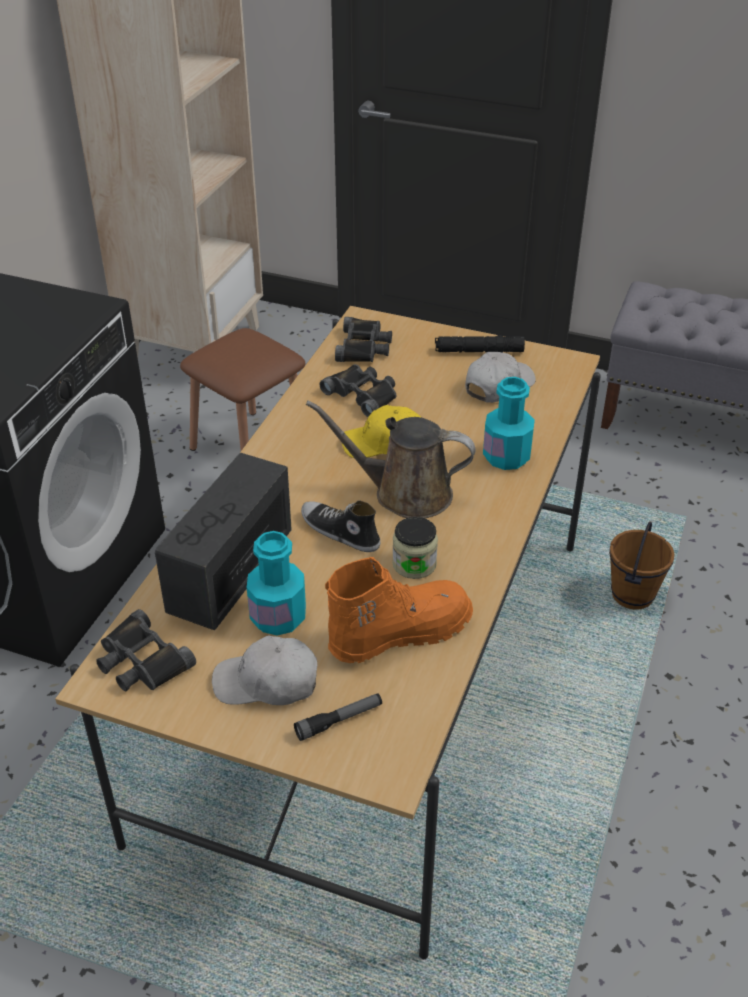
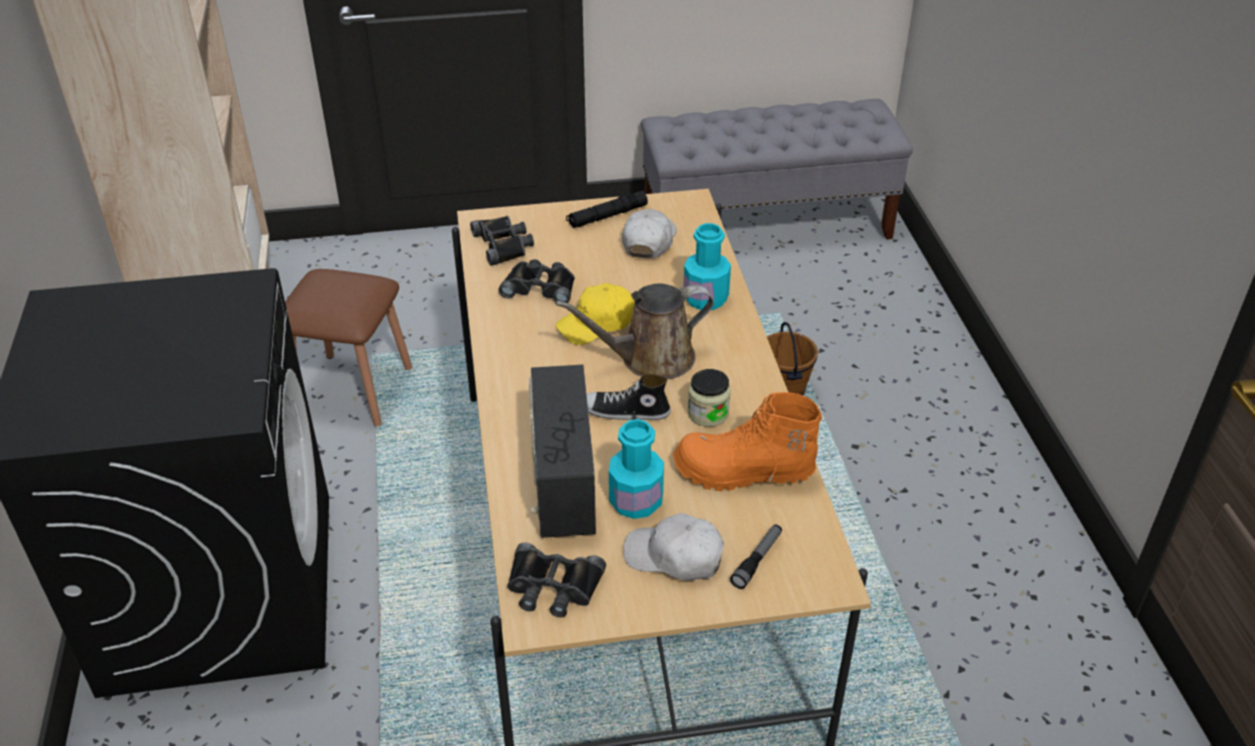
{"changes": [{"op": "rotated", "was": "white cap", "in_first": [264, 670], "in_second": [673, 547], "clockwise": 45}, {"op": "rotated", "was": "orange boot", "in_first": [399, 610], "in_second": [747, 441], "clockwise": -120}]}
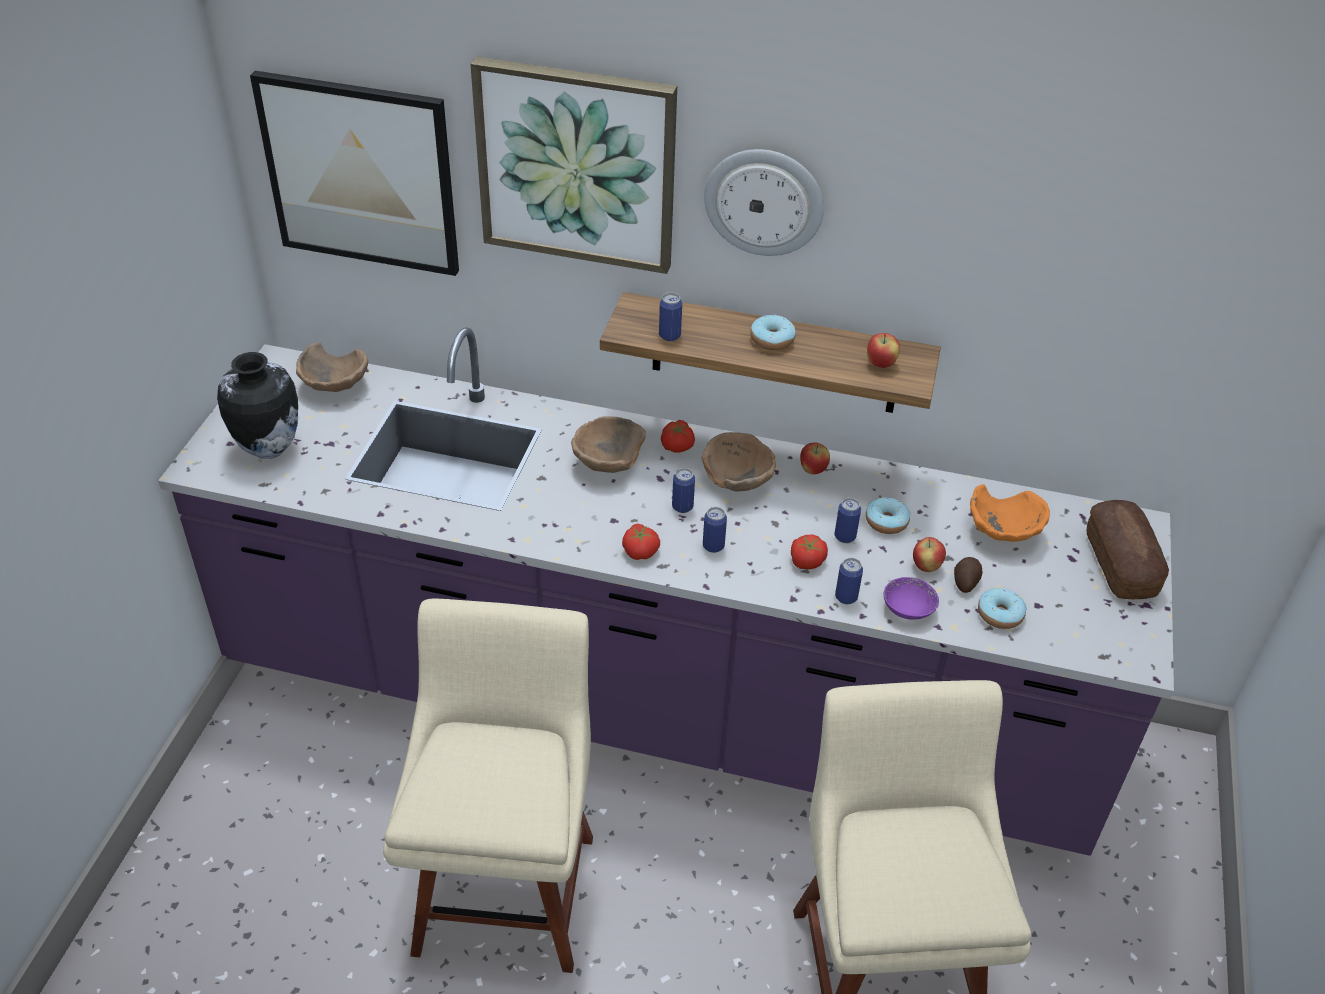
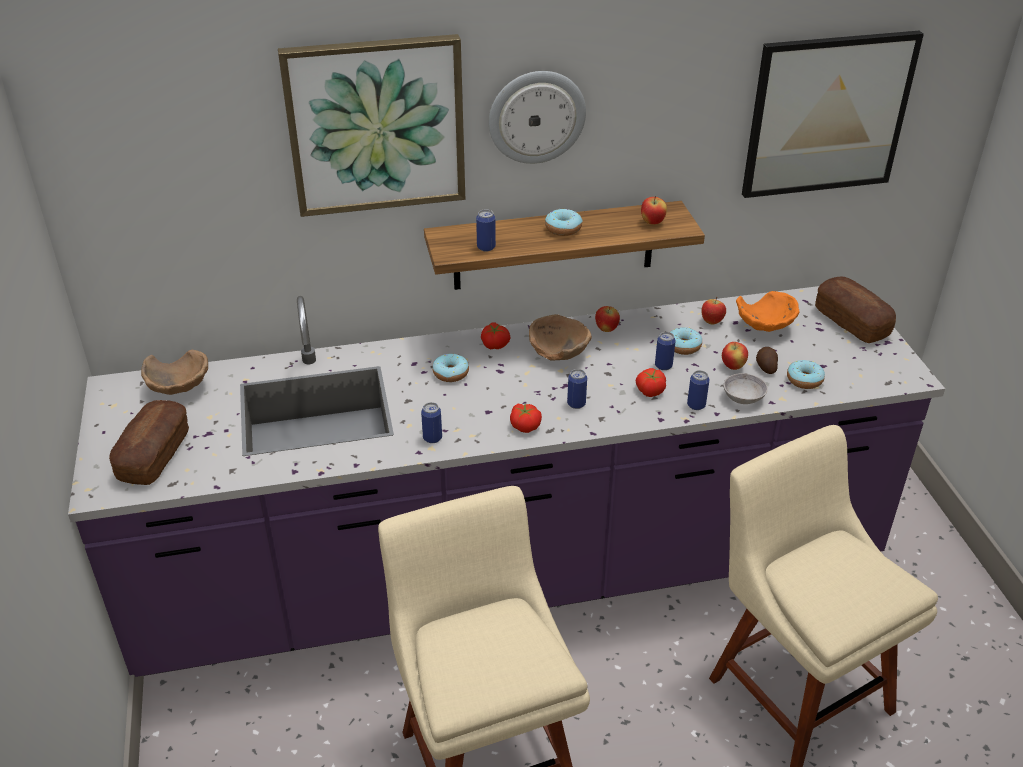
{"changes": [{"op": "swapped", "was": "vase", "now": "bread", "in_first": [257, 405], "in_second": [149, 442]}, {"op": "shifted", "was": "picture", "in_first": [354, 173], "in_second": [833, 114]}, {"op": "swapped", "was": "brown bowl", "now": "donut", "in_first": [608, 444], "in_second": [451, 368]}, {"op": "shifted", "was": "can", "in_first": [683, 490], "in_second": [431, 422]}, {"op": "repainted", "was": "purple bowl", "now": "grey bowl", "in_first": [911, 598], "in_second": [746, 388]}, {"op": "new", "now": "apple", "in_second": [713, 310]}]}
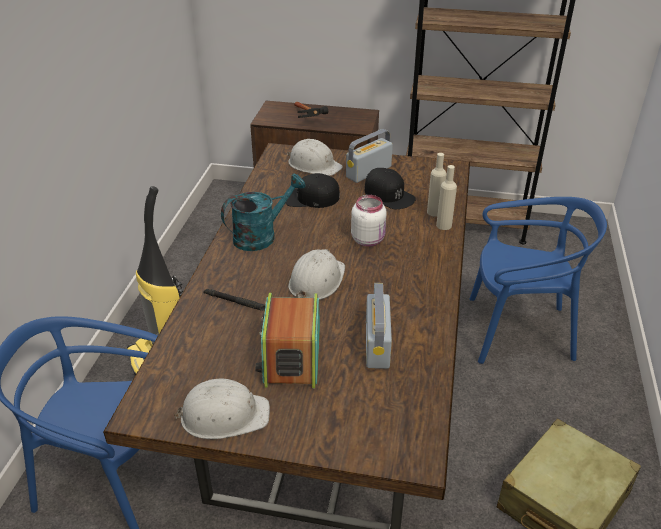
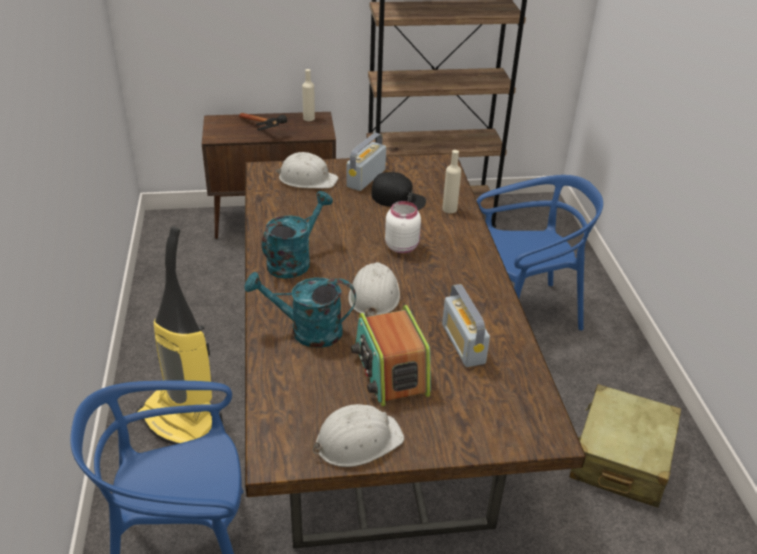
{"changes": [{"op": "swapped", "was": "black flashlight", "now": "turquoise watering can", "in_first": [234, 300], "in_second": [300, 310]}, {"op": "gone", "was": "black cap", "in_first": [312, 190]}, {"op": "shifted", "was": "beige bottle", "in_first": [446, 197], "in_second": [308, 95]}]}
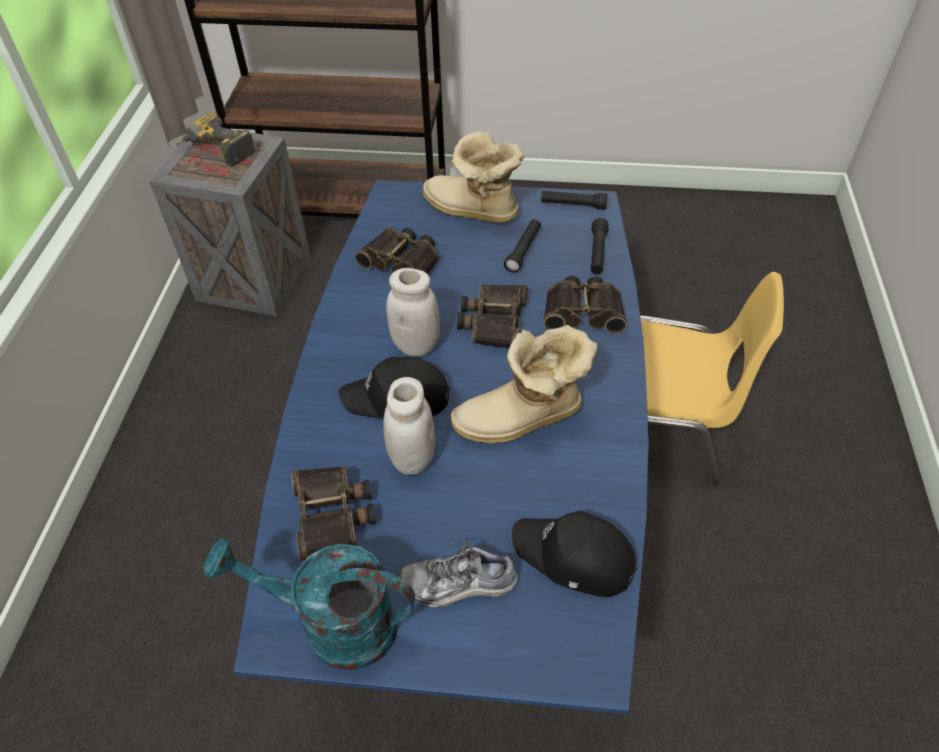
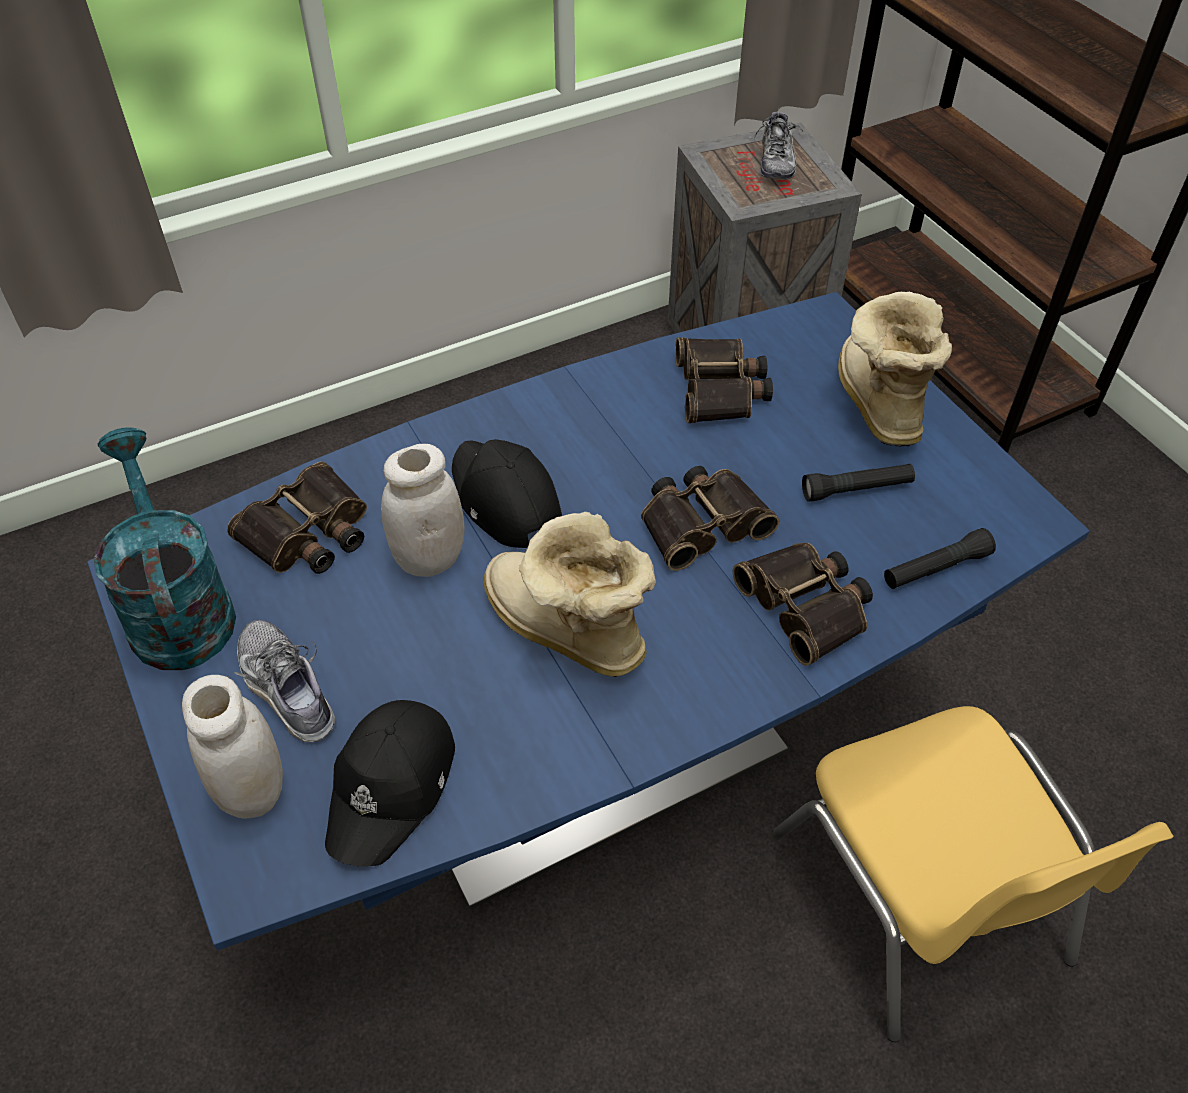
{"changes": [{"op": "swapped", "was": "power drill", "now": "shoe", "in_first": [215, 139], "in_second": [779, 144]}, {"op": "shifted", "was": "white jar", "in_first": [413, 312], "in_second": [232, 747]}, {"op": "rotated", "was": "black cap", "in_first": [575, 554], "in_second": [390, 783], "clockwise": -150}, {"op": "gone", "was": "black flashlight", "in_first": [574, 200]}]}
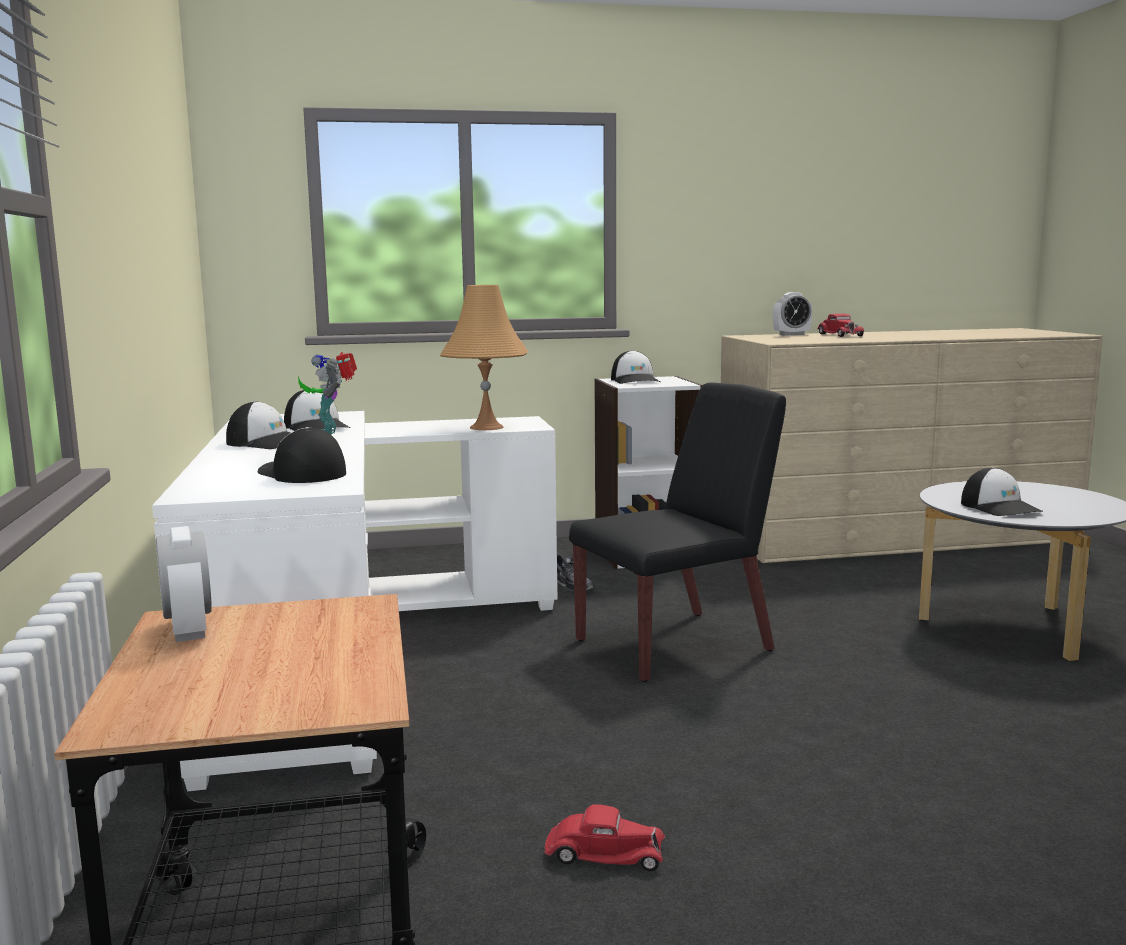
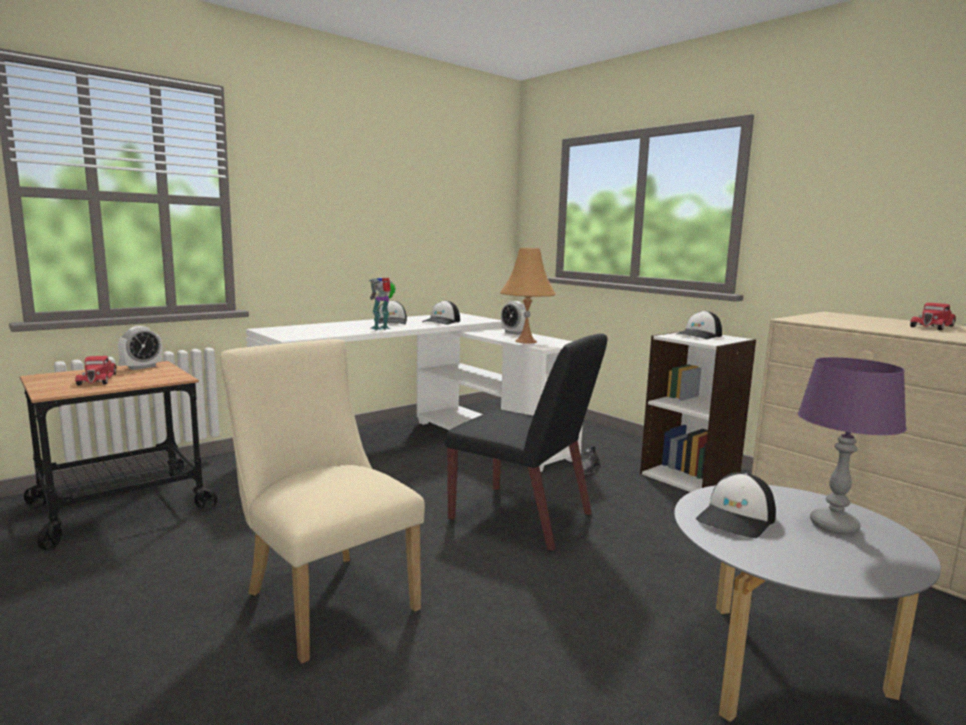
{"changes": [{"op": "gone", "was": "cap", "in_first": [302, 455]}, {"op": "shifted", "was": "red toy car", "in_first": [604, 837], "in_second": [96, 371]}, {"op": "shifted", "was": "alarm clock", "in_first": [792, 314], "in_second": [513, 318]}, {"op": "new", "now": "beige chair", "in_second": [322, 501]}, {"op": "new", "now": "purple table lamp", "in_second": [852, 446]}]}
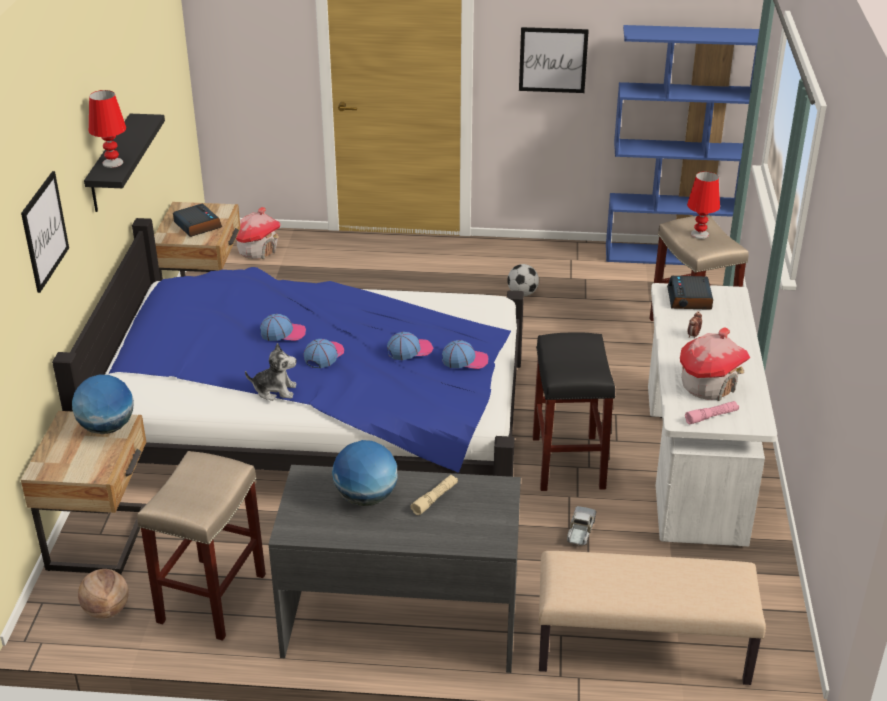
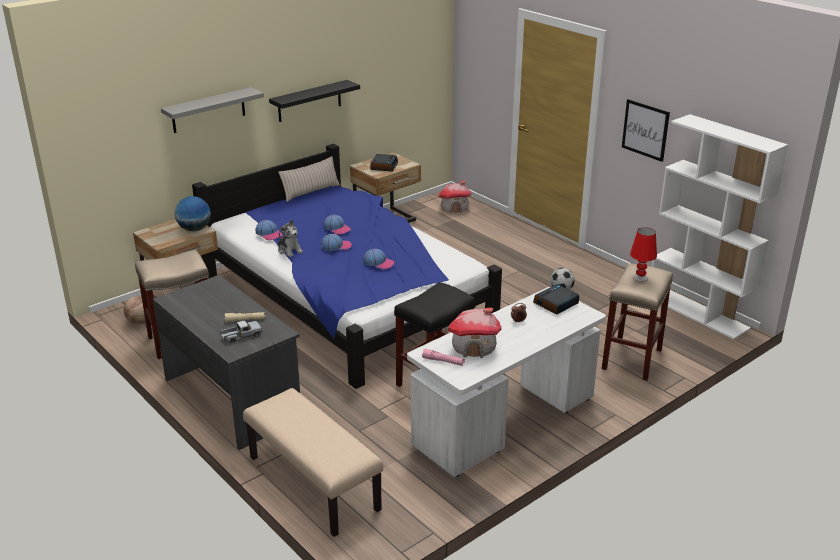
{"changes": [{"op": "swapped", "was": "picture", "now": "grey shelf", "in_first": [45, 232], "in_second": [212, 110]}, {"op": "gone", "was": "red table lamp", "in_first": [107, 129]}, {"op": "gone", "was": "globe", "in_first": [365, 473]}, {"op": "shifted", "was": "cap", "in_first": [465, 354], "in_second": [269, 230]}, {"op": "shifted", "was": "toy truck", "in_first": [581, 525], "in_second": [241, 332]}, {"op": "repainted", "was": "blue bookcase", "now": "white bookcase", "in_first": [682, 145], "in_second": [720, 226]}, {"op": "new", "now": "beige pillow", "in_second": [309, 179]}]}
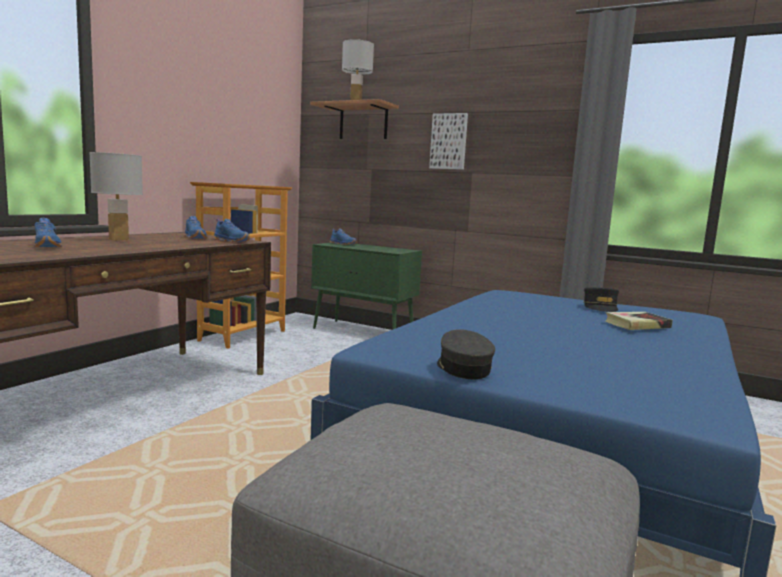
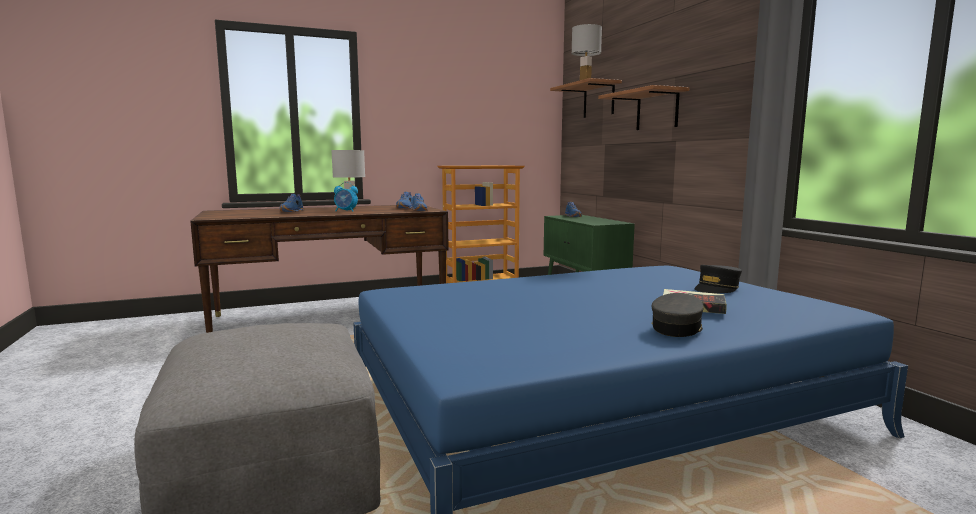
{"changes": [{"op": "swapped", "was": "picture", "now": "shelf", "in_first": [448, 141], "in_second": [643, 107]}, {"op": "shifted", "was": "grey cap", "in_first": [466, 354], "in_second": [678, 315]}, {"op": "new", "now": "alarm clock", "in_second": [346, 196]}]}
